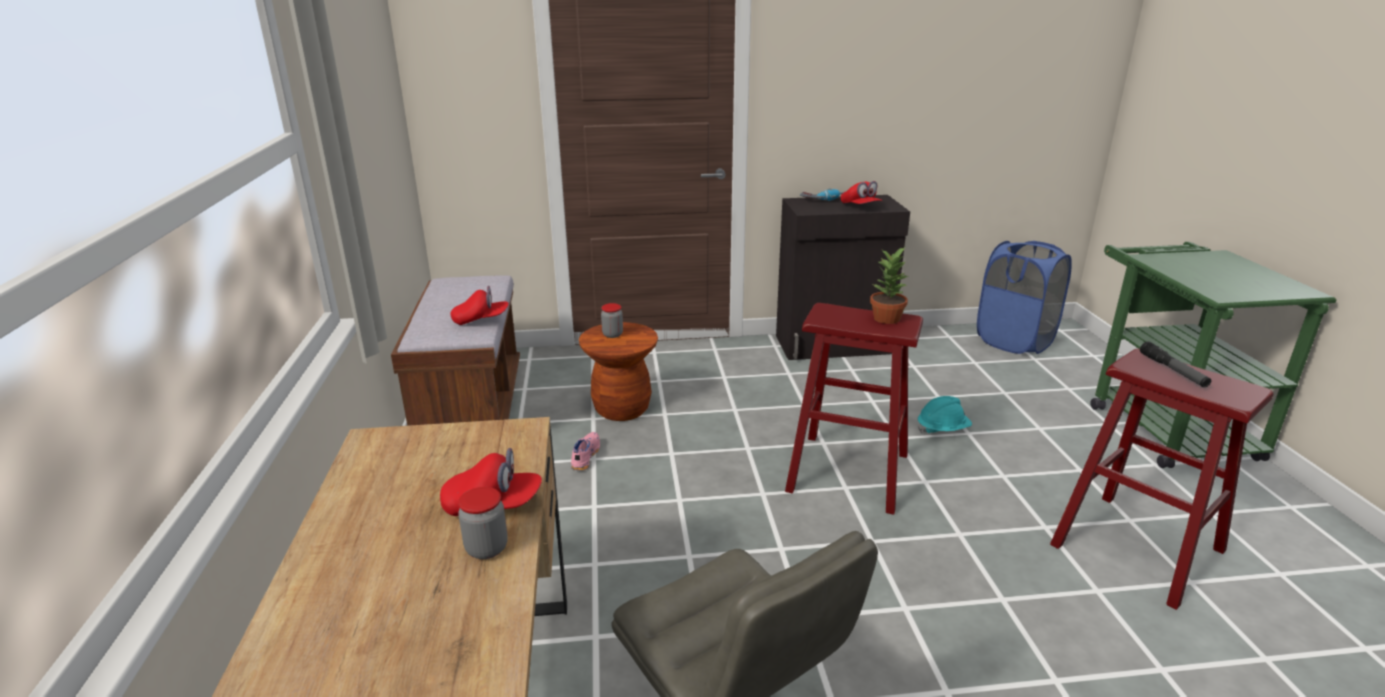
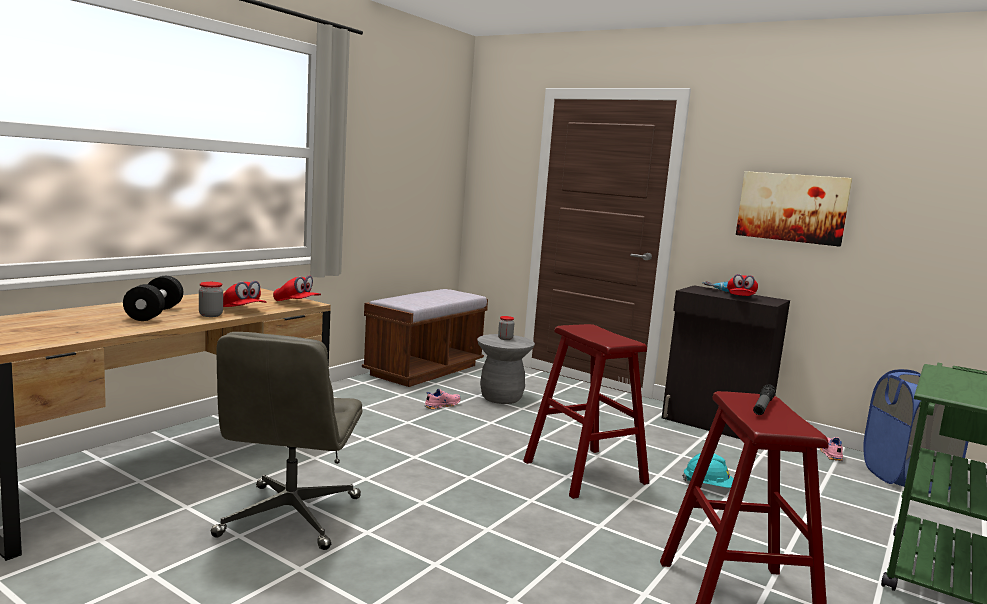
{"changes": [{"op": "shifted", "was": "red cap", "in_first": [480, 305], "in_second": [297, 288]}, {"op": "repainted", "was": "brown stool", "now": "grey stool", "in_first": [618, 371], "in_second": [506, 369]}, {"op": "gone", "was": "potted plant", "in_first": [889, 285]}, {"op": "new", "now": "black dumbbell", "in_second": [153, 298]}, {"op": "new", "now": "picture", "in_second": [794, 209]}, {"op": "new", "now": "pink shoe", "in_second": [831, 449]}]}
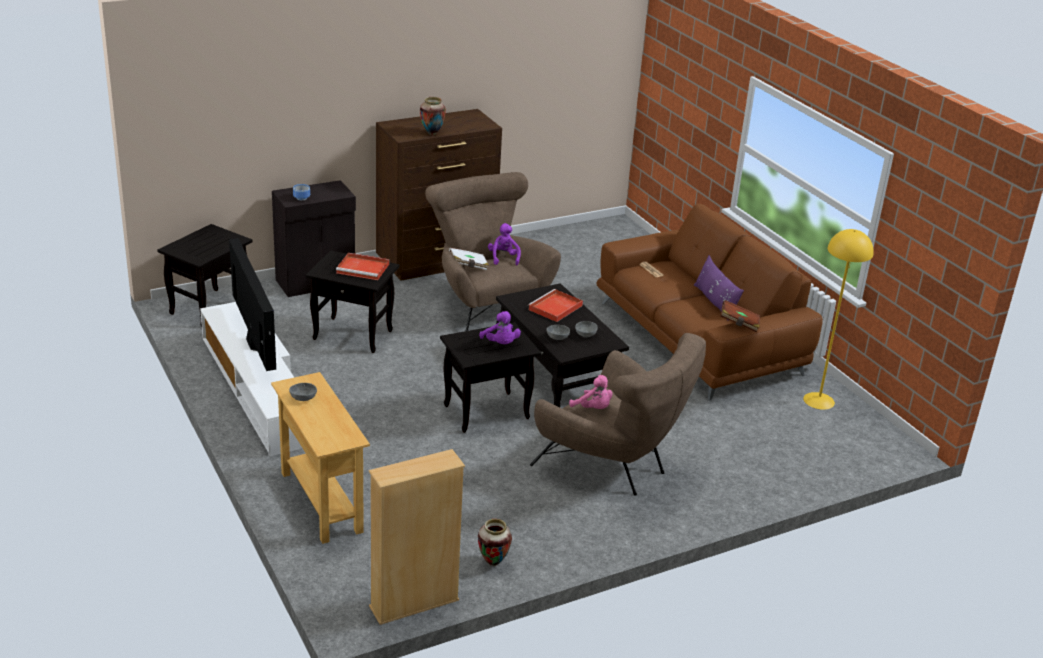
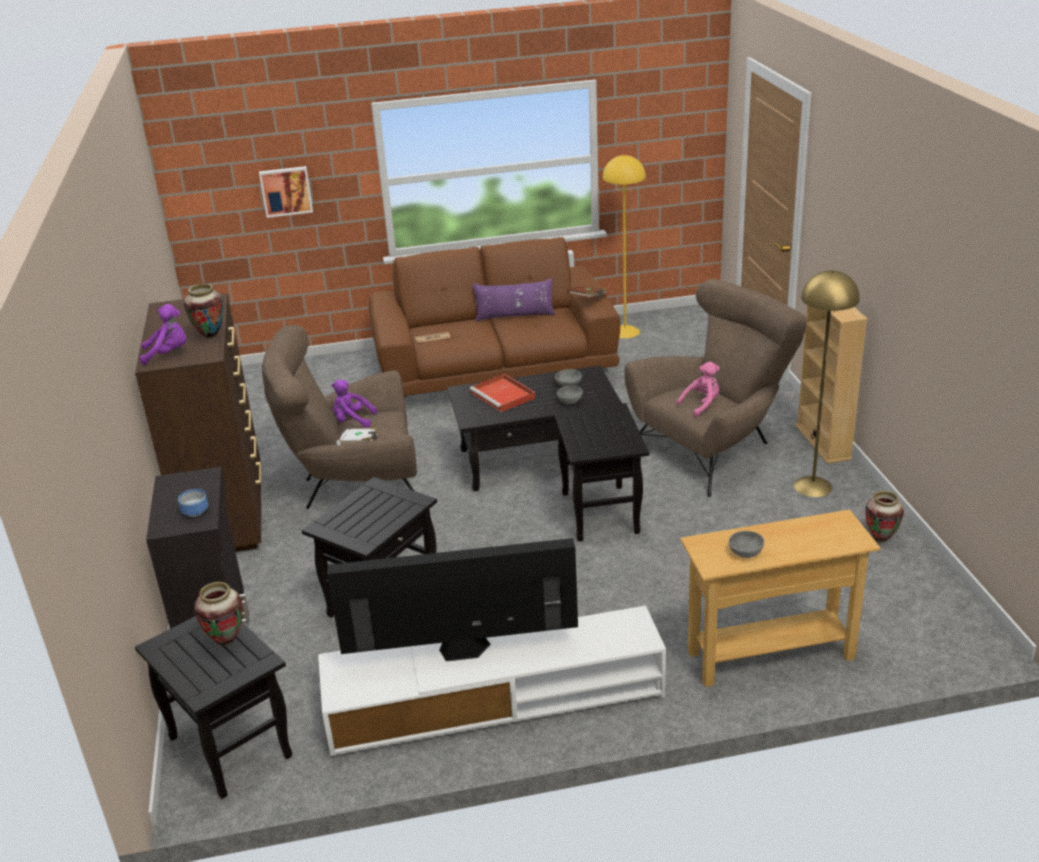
{"changes": [{"op": "gone", "was": "red tray", "in_first": [362, 266]}, {"op": "shifted", "was": "beige bookcase", "in_first": [417, 537], "in_second": [832, 384]}, {"op": "shifted", "was": "purple plush toy", "in_first": [500, 327], "in_second": [163, 334]}, {"op": "new", "now": "vase", "in_second": [218, 614]}, {"op": "new", "now": "picture", "in_second": [286, 192]}, {"op": "new", "now": "yellow floor lamp", "in_second": [827, 383]}]}
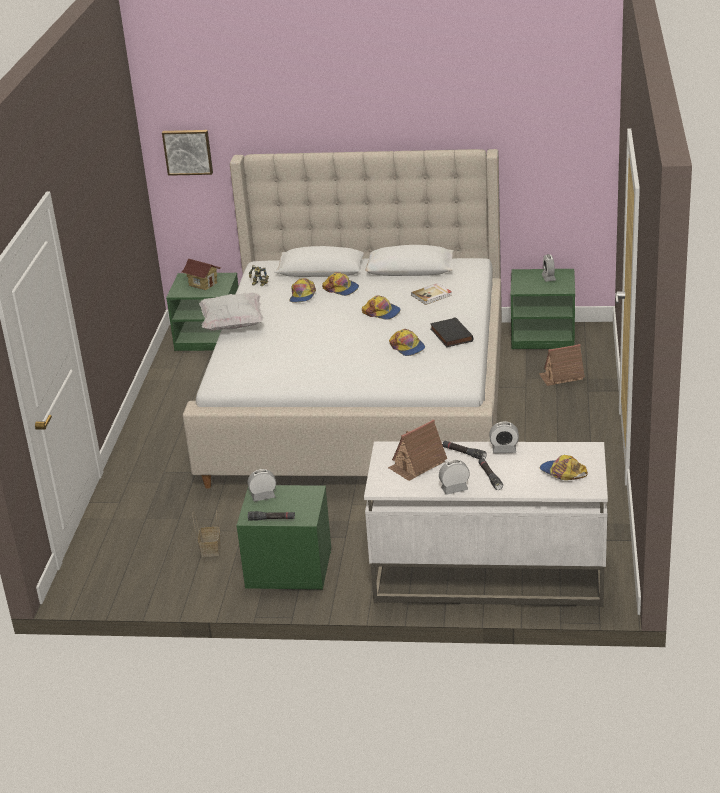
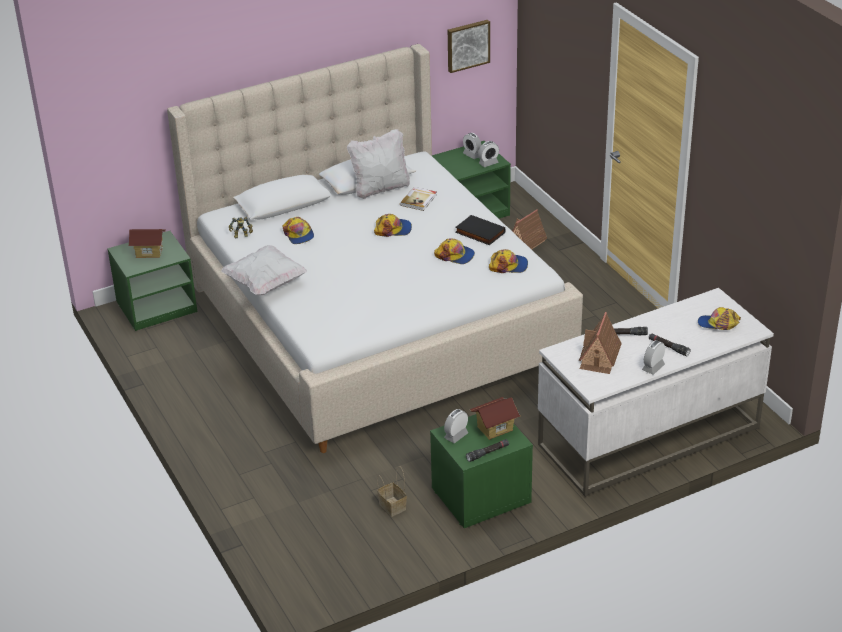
{"changes": [{"op": "shifted", "was": "picture", "in_first": [187, 153], "in_second": [469, 46]}, {"op": "shifted", "was": "cap", "in_first": [340, 284], "in_second": [508, 261]}, {"op": "shifted", "was": "alarm clock", "in_first": [504, 437], "in_second": [488, 154]}, {"op": "new", "now": "white pillow", "in_second": [378, 164]}, {"op": "new", "now": "toy house", "in_second": [495, 418]}]}
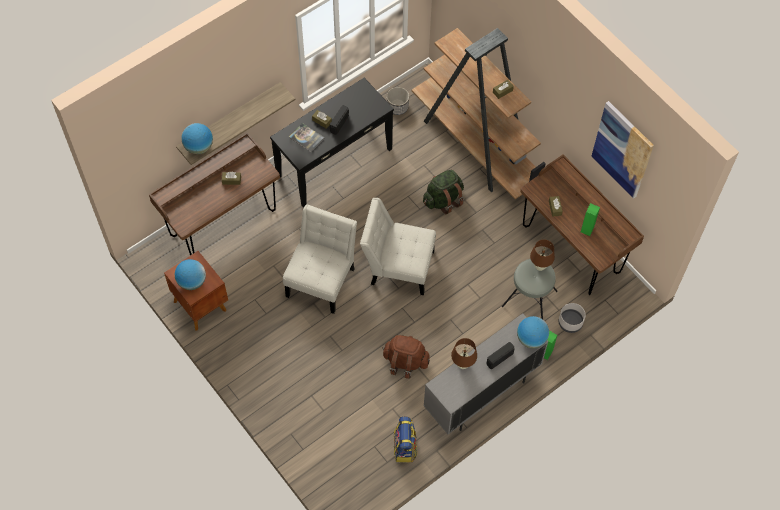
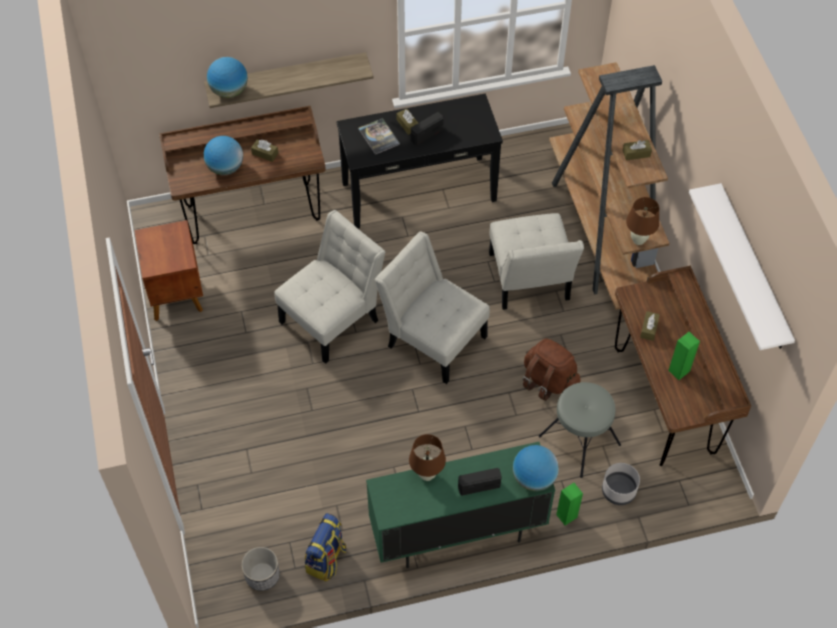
{"changes": [{"op": "shifted", "was": "globe", "in_first": [190, 274], "in_second": [223, 155]}, {"op": "shifted", "was": "brown backpack", "in_first": [406, 357], "in_second": [551, 369]}, {"op": "shifted", "was": "planter", "in_first": [398, 101], "in_second": [260, 569]}, {"op": "swapped", "was": "green backpack", "now": "white chair", "in_first": [443, 192], "in_second": [536, 261]}, {"op": "repainted", "was": "grey cabinet", "now": "green cabinet", "in_first": [486, 373], "in_second": [460, 505]}, {"op": "shifted", "was": "brown table lamp", "in_first": [542, 255], "in_second": [642, 221]}, {"op": "swapped", "was": "picture", "now": "white shelf", "in_first": [623, 150], "in_second": [742, 266]}]}
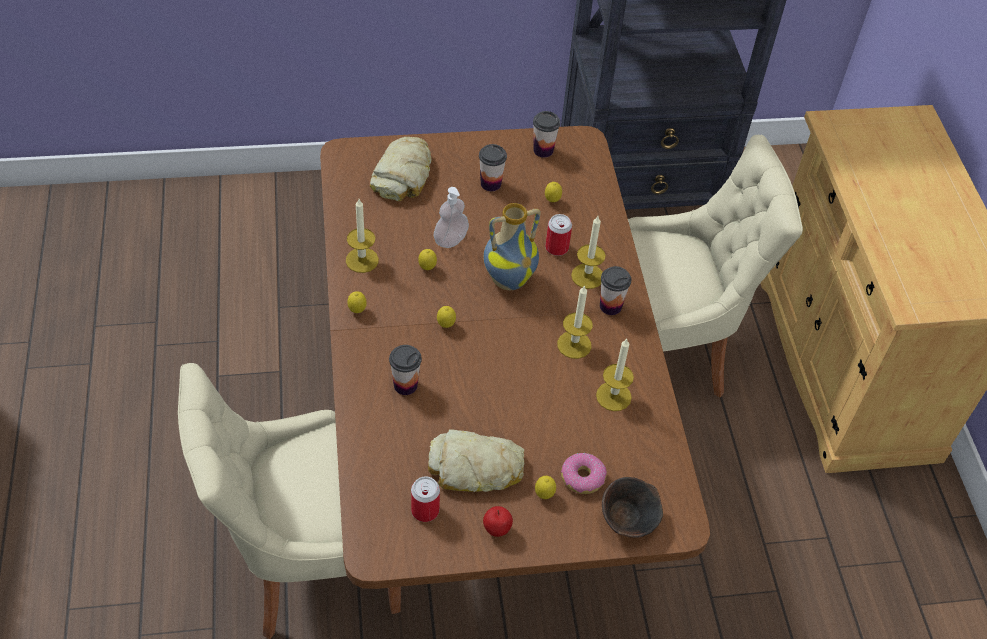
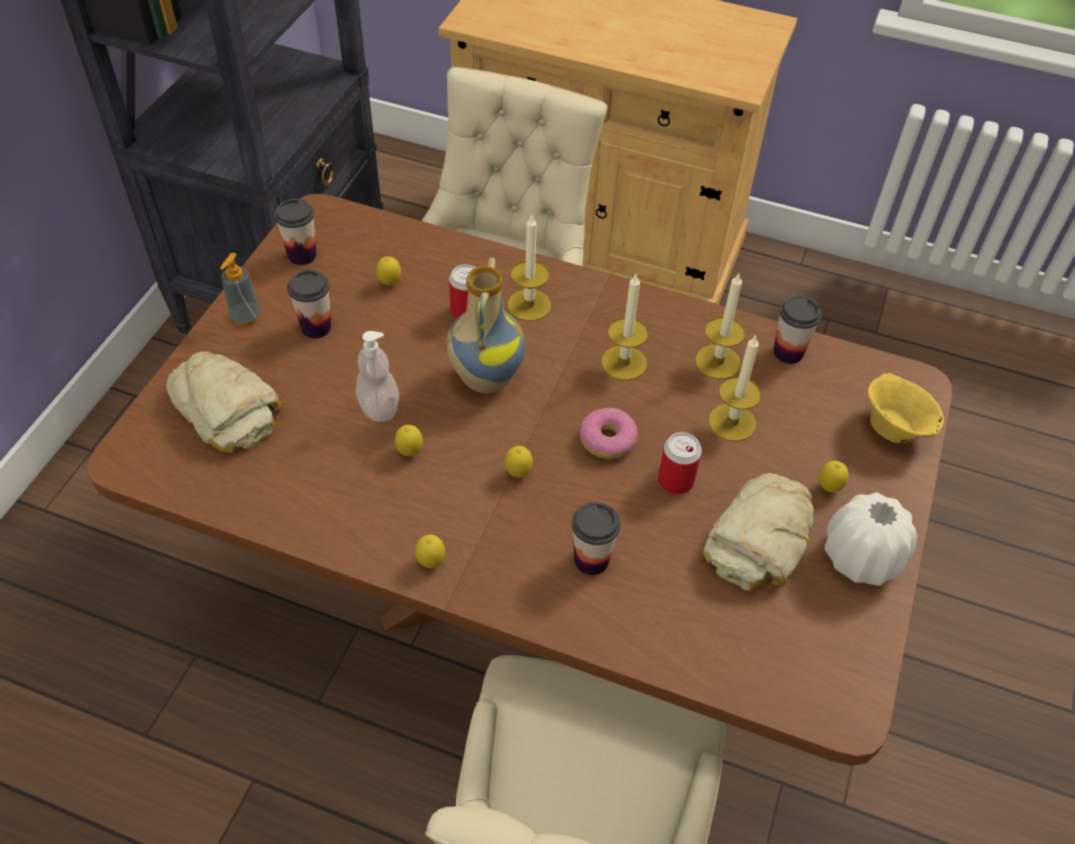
{"changes": [{"op": "shifted", "was": "candle", "in_first": [362, 236], "in_second": [735, 388]}, {"op": "shifted", "was": "can", "in_first": [425, 499], "in_second": [680, 463]}, {"op": "swapped", "was": "apple", "now": "white vase", "in_first": [498, 521], "in_second": [870, 539]}, {"op": "shifted", "was": "donut", "in_first": [584, 473], "in_second": [608, 433]}, {"op": "shifted", "was": "cup", "in_first": [615, 290], "in_second": [797, 329]}, {"op": "repainted", "was": "brown bowl", "now": "yellow bowl", "in_first": [632, 507], "in_second": [906, 408]}, {"op": "new", "now": "soap dispenser", "in_second": [240, 289]}]}
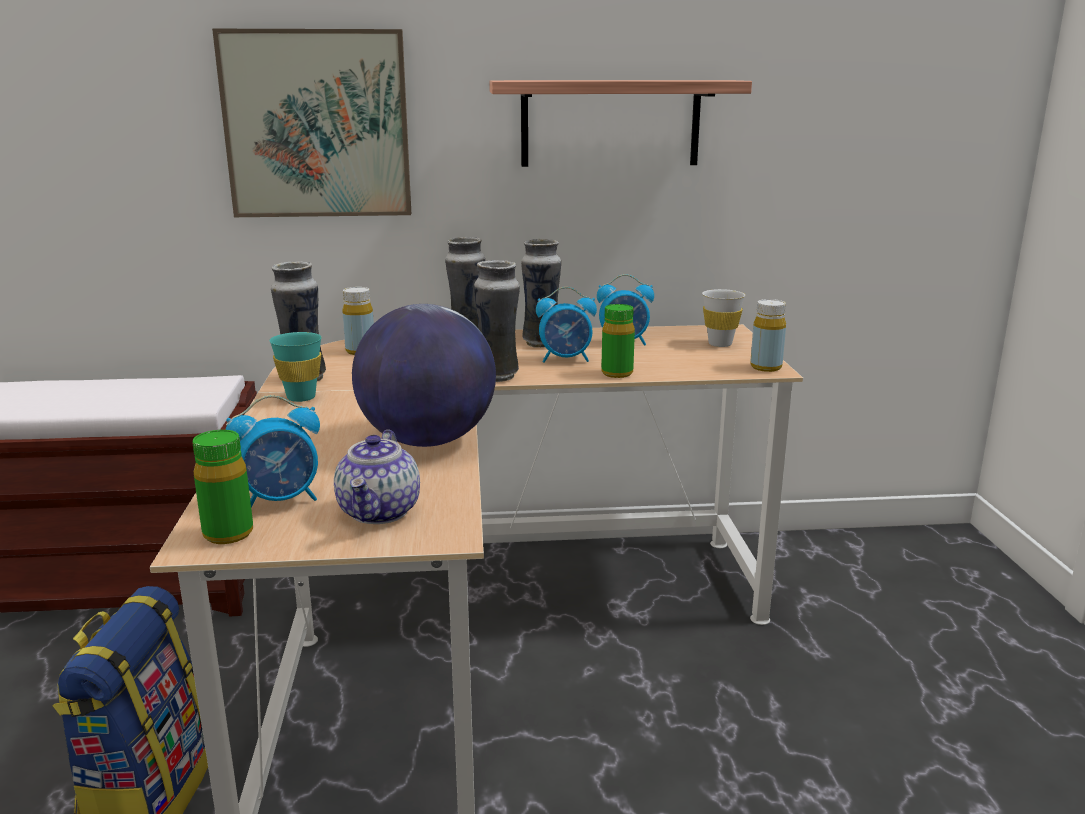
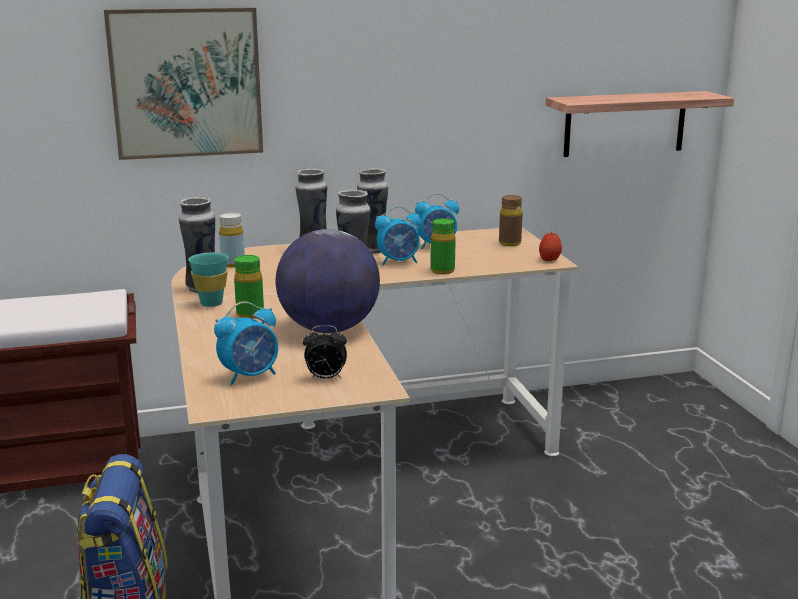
{"changes": [{"op": "shifted", "was": "green bottle", "in_first": [222, 487], "in_second": [249, 287]}, {"op": "swapped", "was": "teapot", "now": "alarm clock", "in_first": [377, 477], "in_second": [325, 352]}, {"op": "shifted", "was": "shelf", "in_first": [620, 123], "in_second": [640, 124]}, {"op": "swapped", "was": "white cup", "now": "brown bottle", "in_first": [723, 318], "in_second": [510, 220]}, {"op": "swapped", "was": "yellow bottle", "now": "apple", "in_first": [768, 335], "in_second": [550, 246]}]}
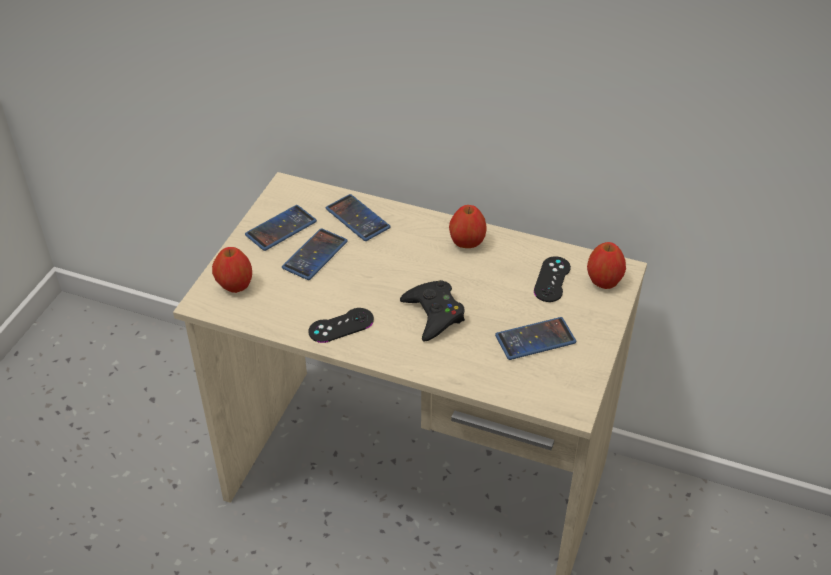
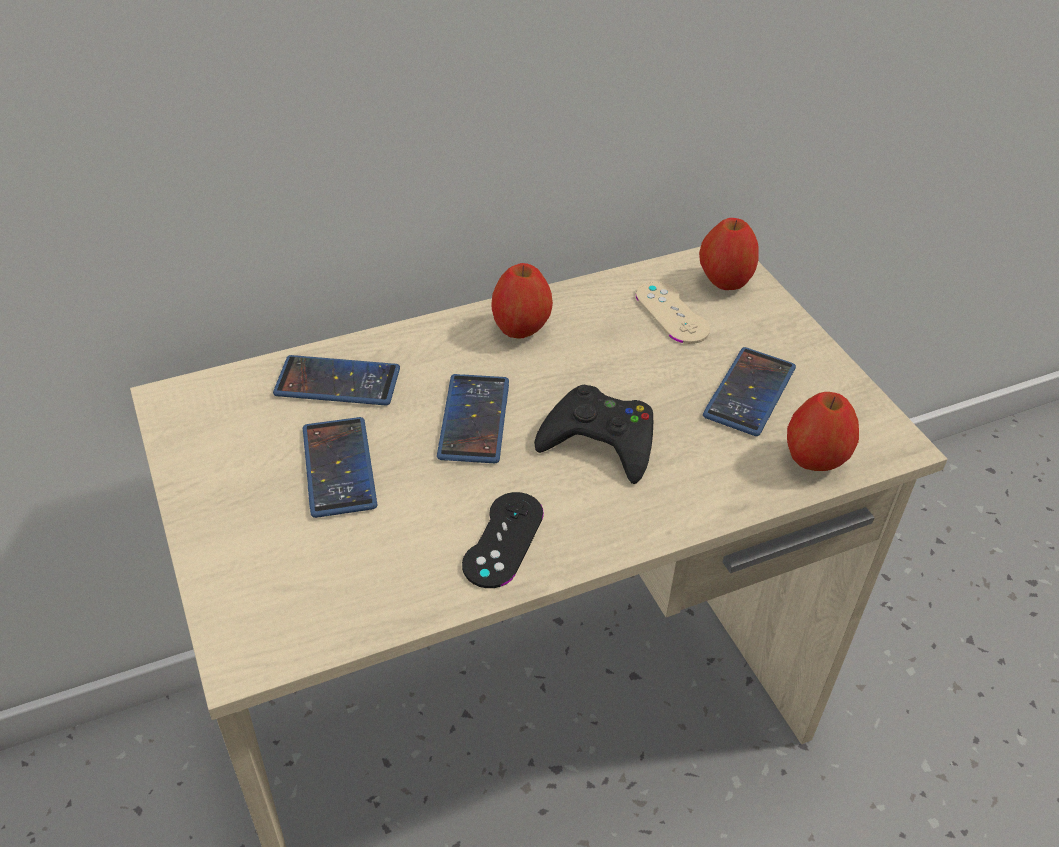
{"changes": [{"op": "shifted", "was": "apple", "in_first": [232, 270], "in_second": [823, 431]}, {"op": "shifted", "was": "phone", "in_first": [281, 228], "in_second": [473, 418]}, {"op": "repainted", "was": "black game controller", "now": "beige game controller", "in_first": [552, 279], "in_second": [673, 312]}]}
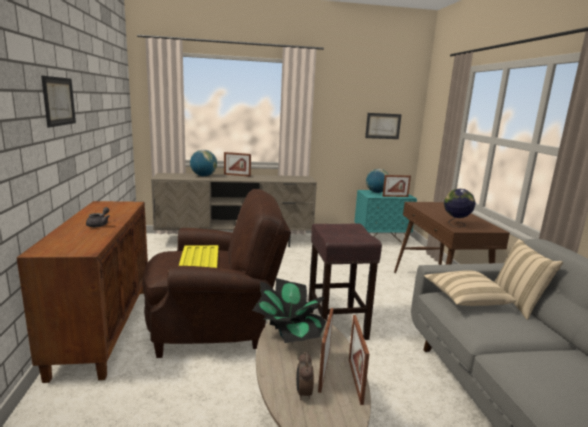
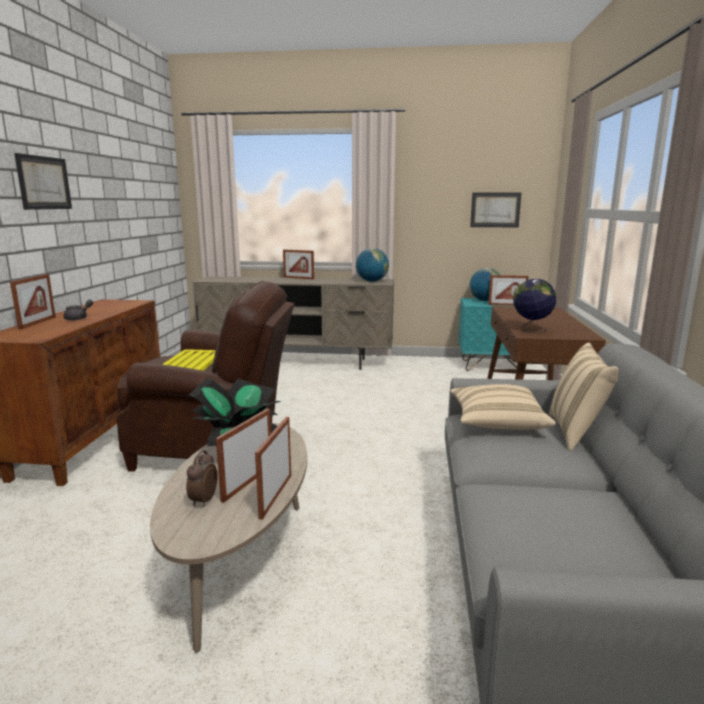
{"changes": [{"op": "shifted", "was": "globe", "in_first": [203, 163], "in_second": [372, 265]}, {"op": "gone", "was": "brown stool", "in_first": [345, 281]}, {"op": "new", "now": "picture frame", "in_second": [33, 302]}]}
